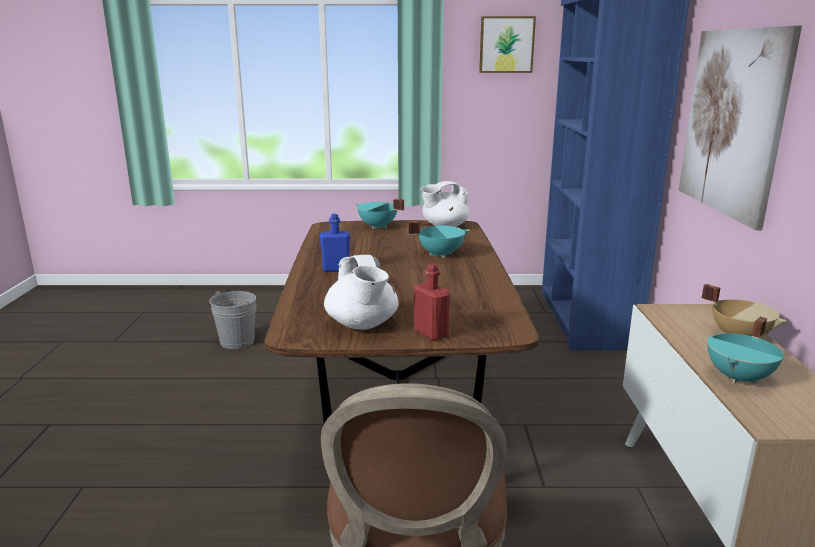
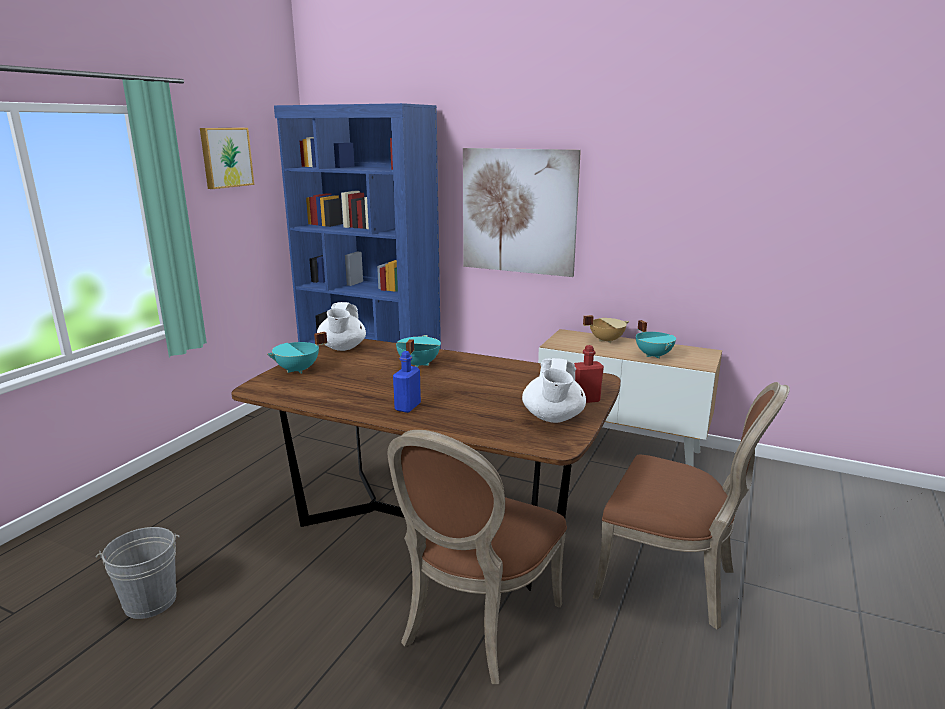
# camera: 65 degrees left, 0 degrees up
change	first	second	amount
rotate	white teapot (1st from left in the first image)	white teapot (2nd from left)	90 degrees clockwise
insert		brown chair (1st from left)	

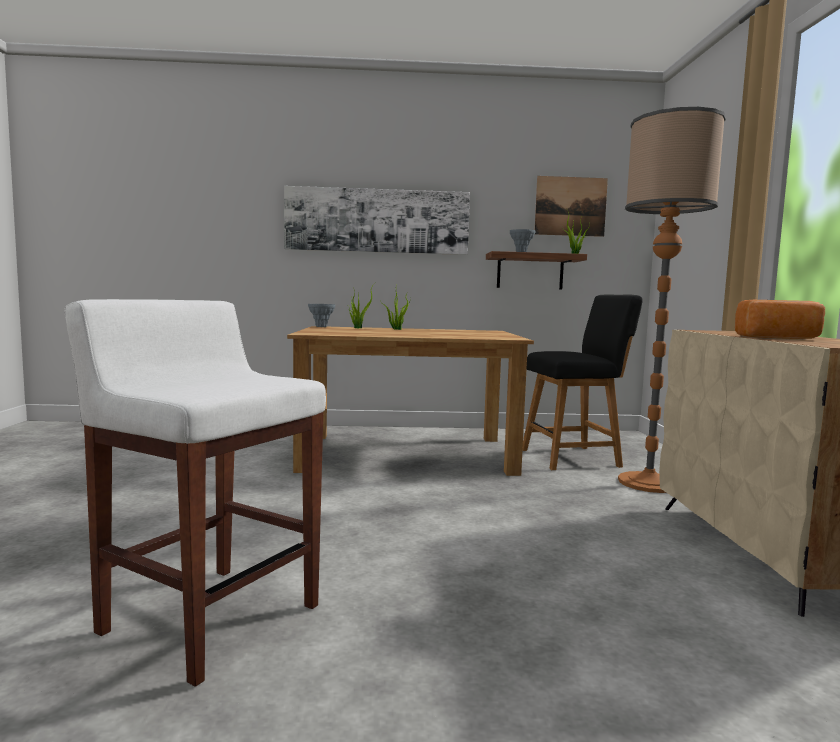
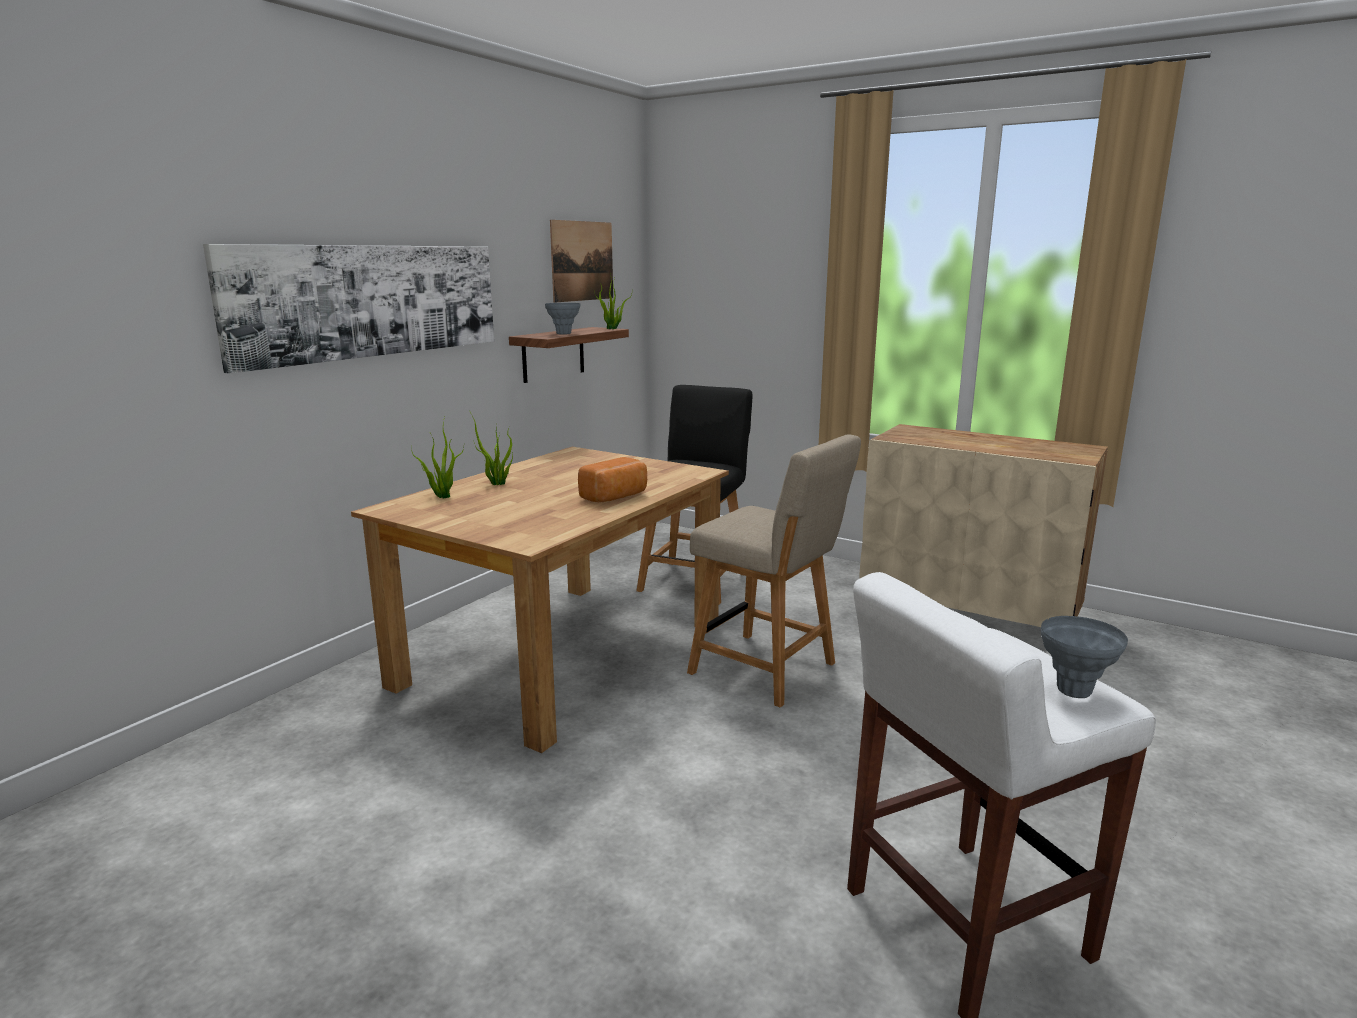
# camera: 55 degrees left, 10 degrees up
change	first	second	amount
move	grey vase (1st from left in the first image)	grey vase (2nd from left)	
delete	floor lamp		
move	bread		
insert		beige chair	

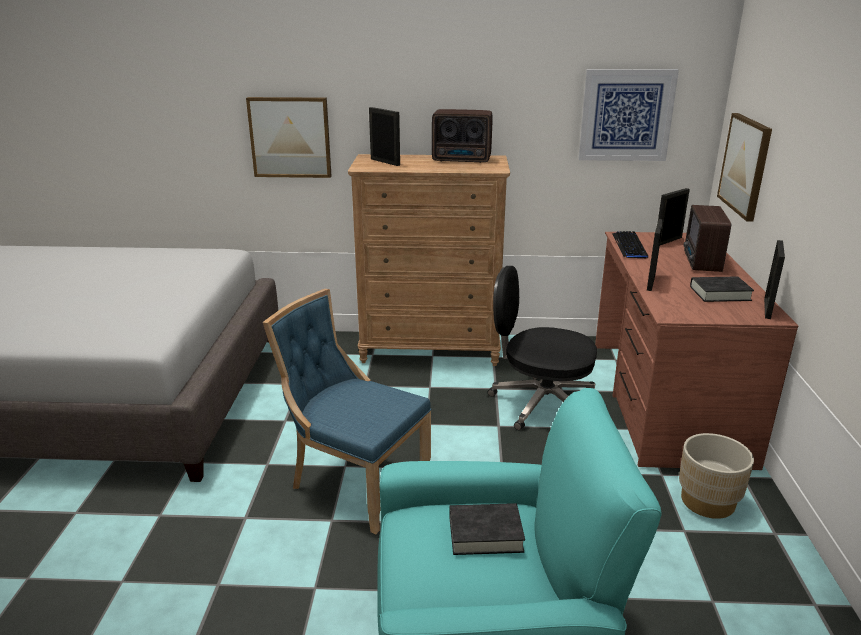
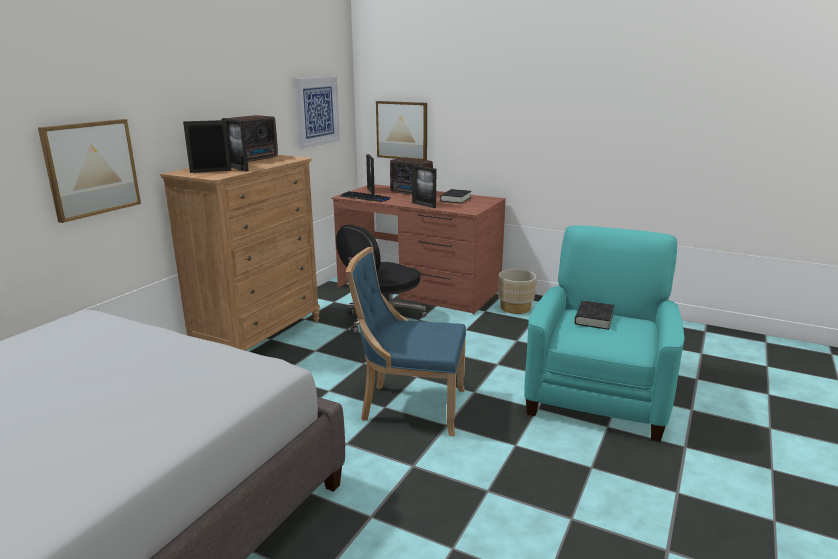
# camera: 65 degrees left, 5 degrees down
change	first	second	amount
rotate	blue chair		45 degrees clockwise
move	picture frame (4th from left in the first image)	picture frame (2nd from left)	

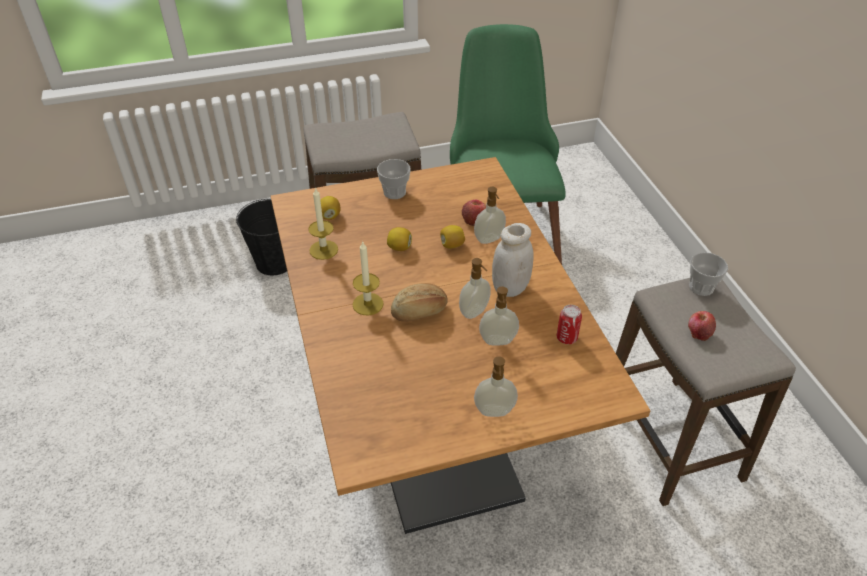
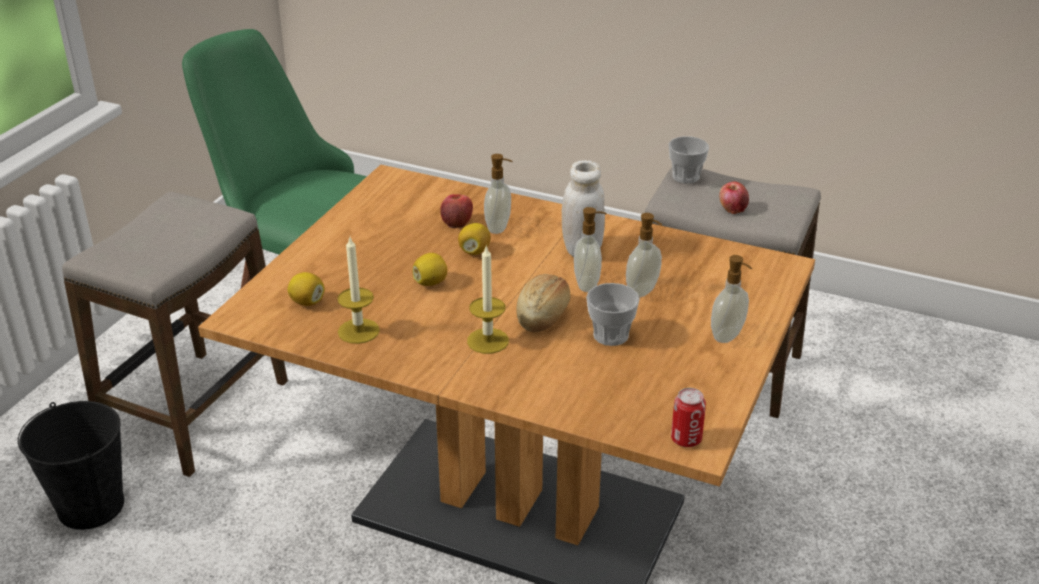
# camera: 50 degrees left, 10 degrees down
change	first	second	amount
move	cup (1st from left)		
move	can		

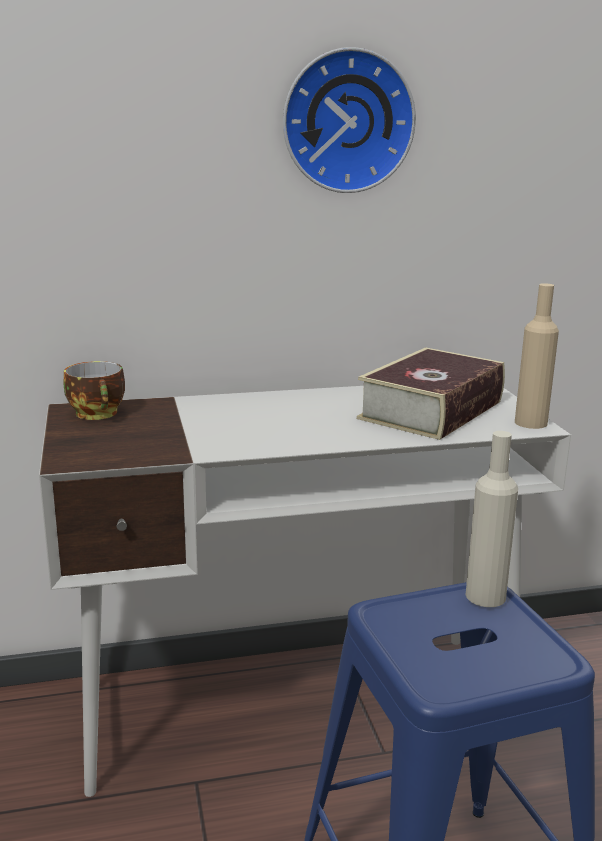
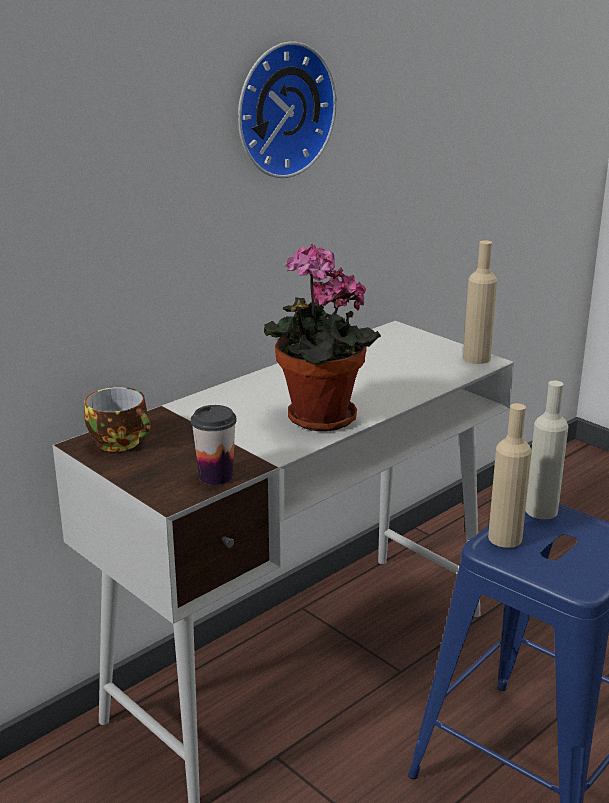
# camera: 30 degrees left, 5 degrees up
change	first	second	amount
delete	book		
insert		cup (2nd from left)	
insert		potted plant	
insert		beige bottle (2nd from left)	

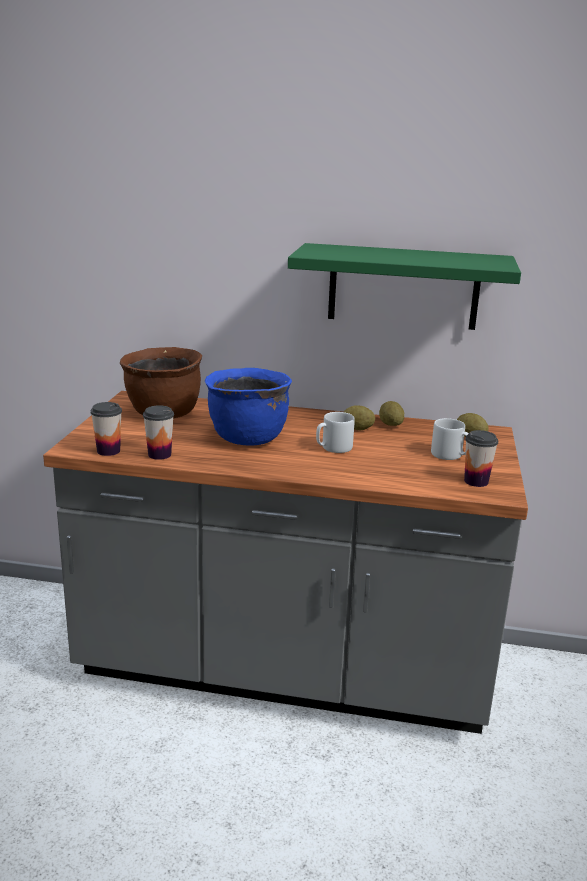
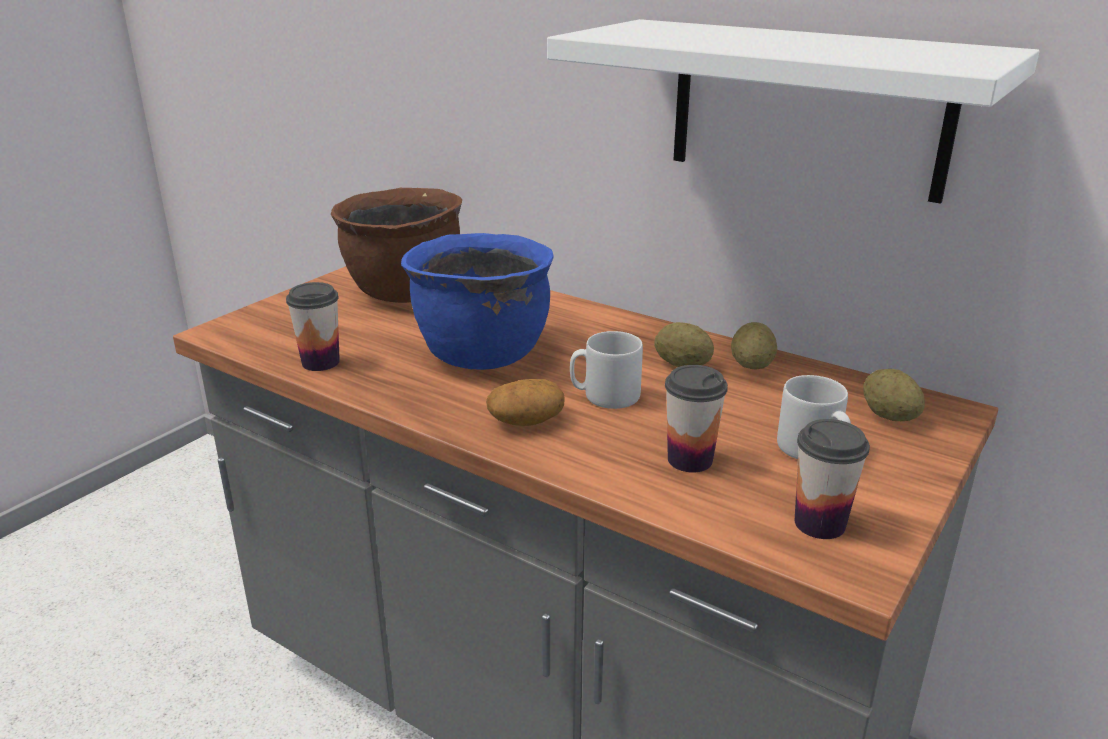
# camera: 25 degrees right, 5 degrees up
change	first	second	amount
move	cup (1st from left in the first image)	cup (2nd from left)	
recolor	green shelf	white shelf	
insert		potato (1st from left)	

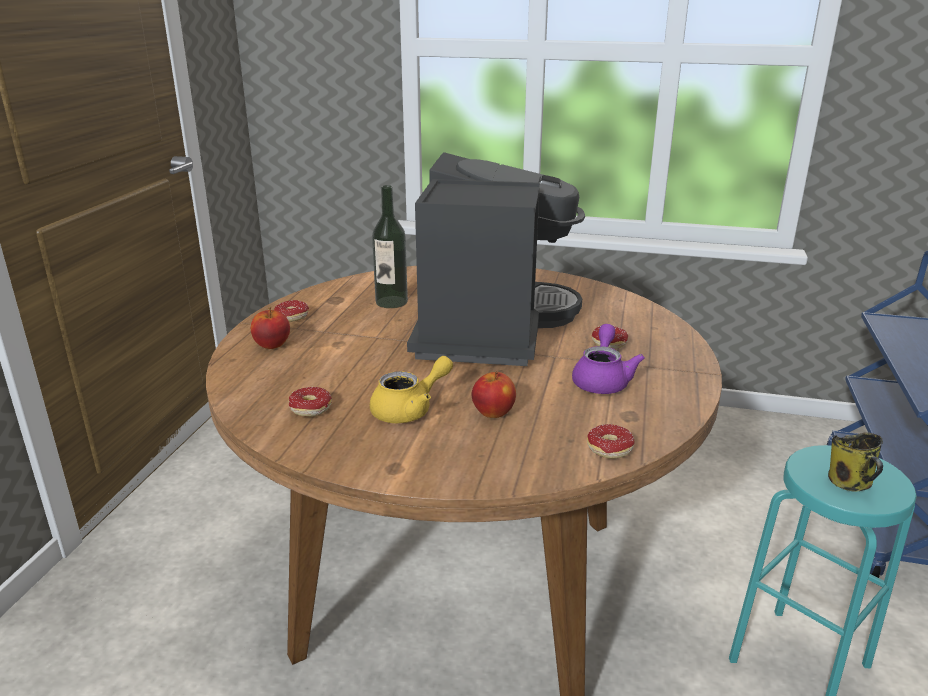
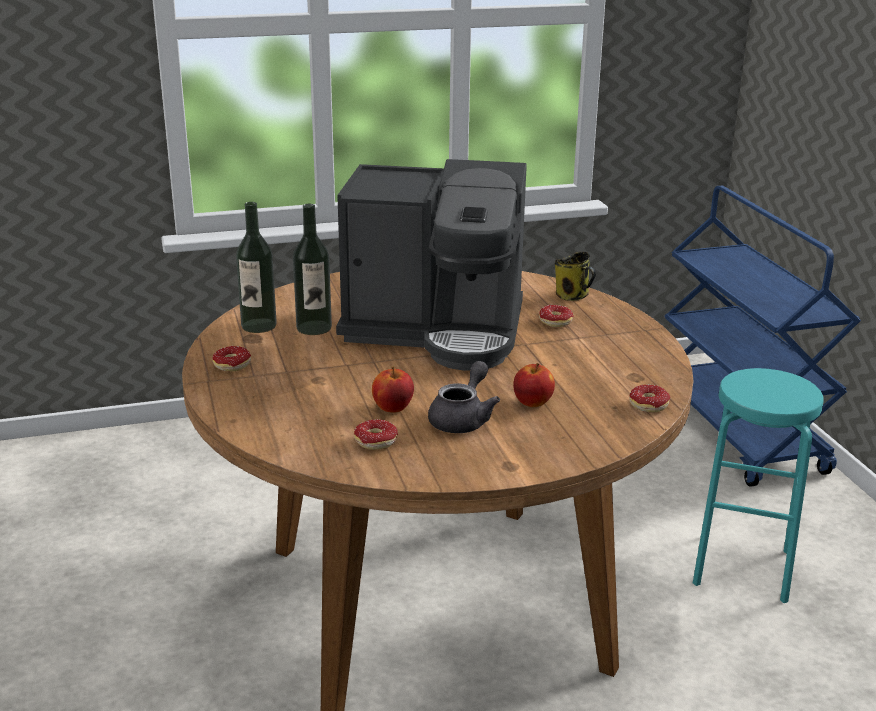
# camera: 30 degrees left, 0 degrees up
change	first	second	amount
move	apple (1st from left)		
recolor	yellow teapot	grey teapot	
rotate	coffee machine		120 degrees clockwise
delete	purple teapot		
move	mug		
insert		bottle (1st from left)	

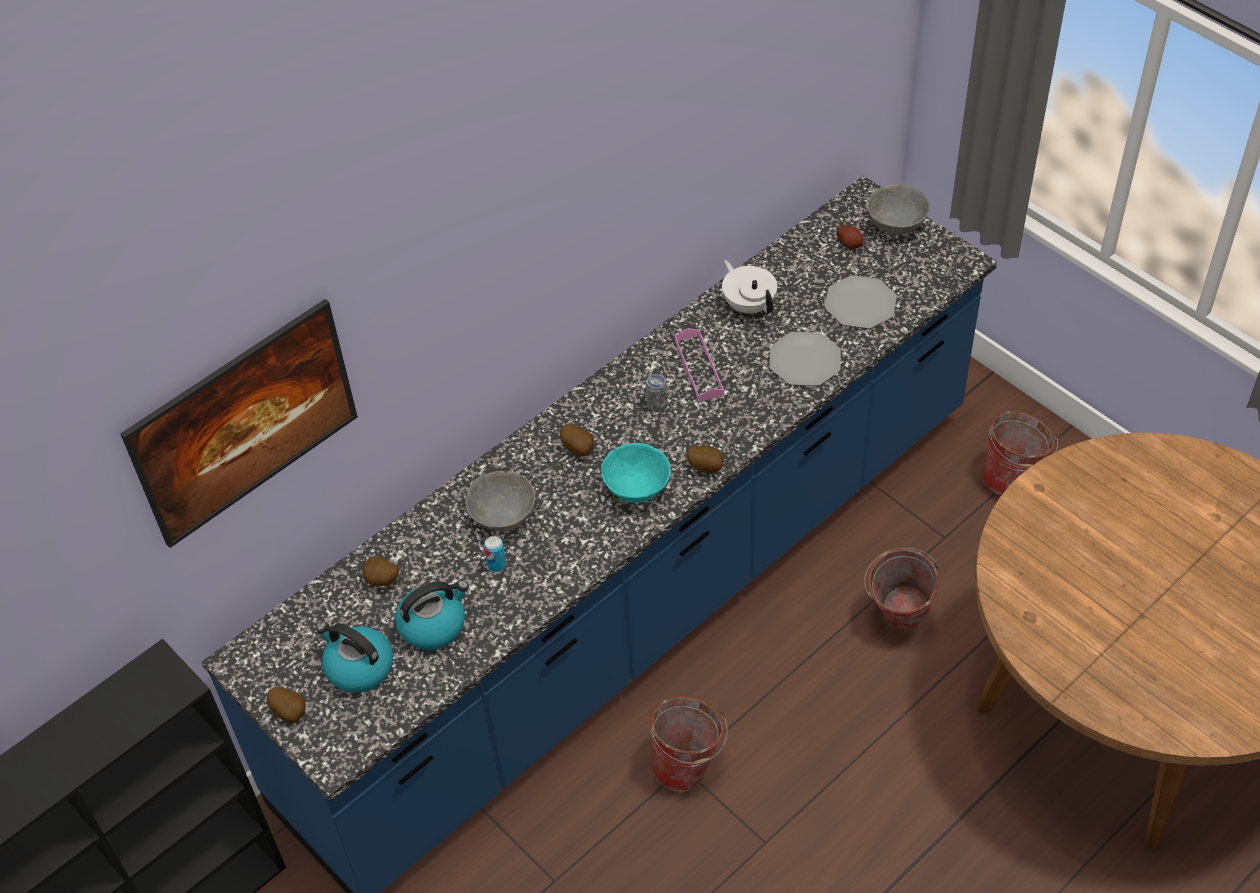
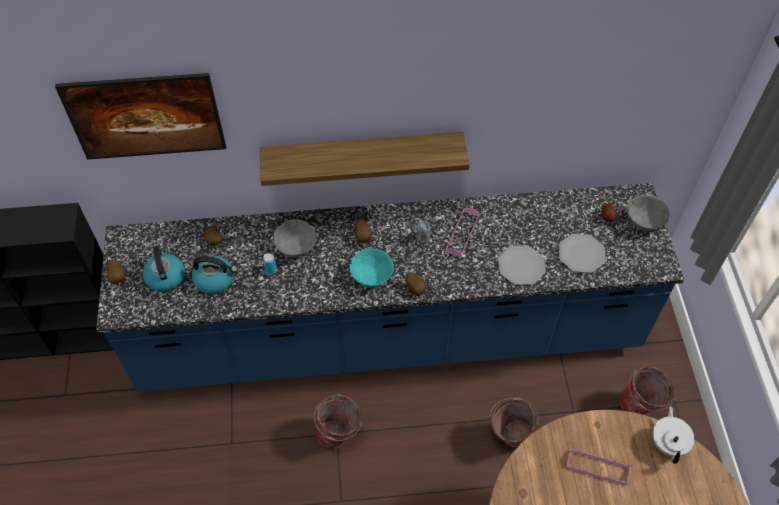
# camera: 35 degrees right, 5 degrees up
change	first	second	amount
move	white teapot		
insert		shelf	
insert		pink tray (2nd from left)	

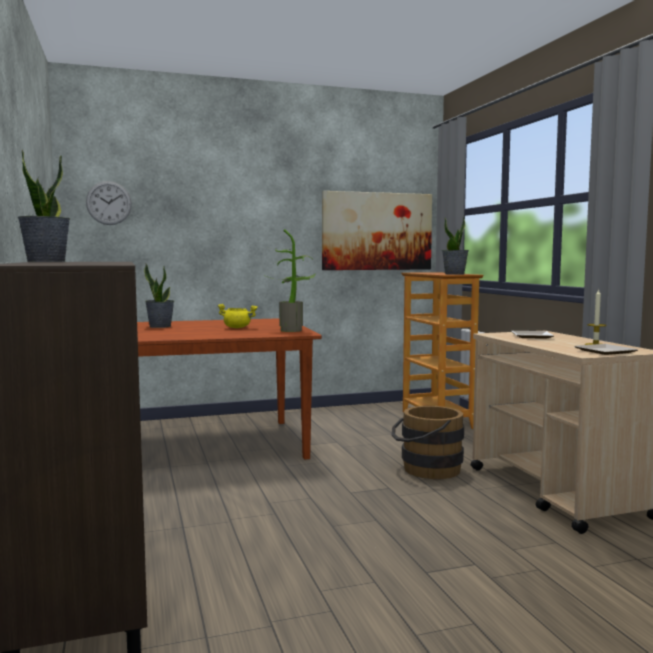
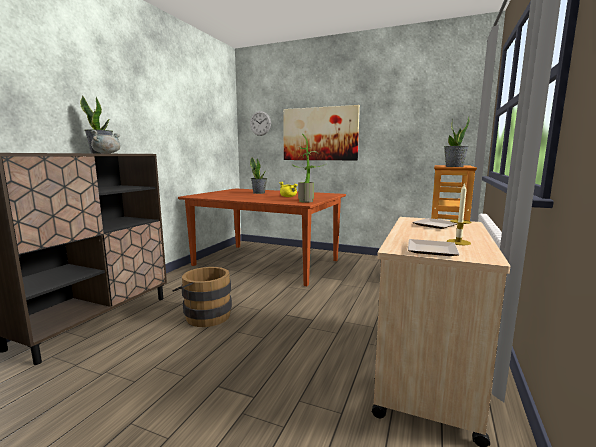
# camera: 40 degrees right, 5 degrees up
change	first	second	amount
move	picture		
move	brown bucket		
insert		grey cooking pot	

